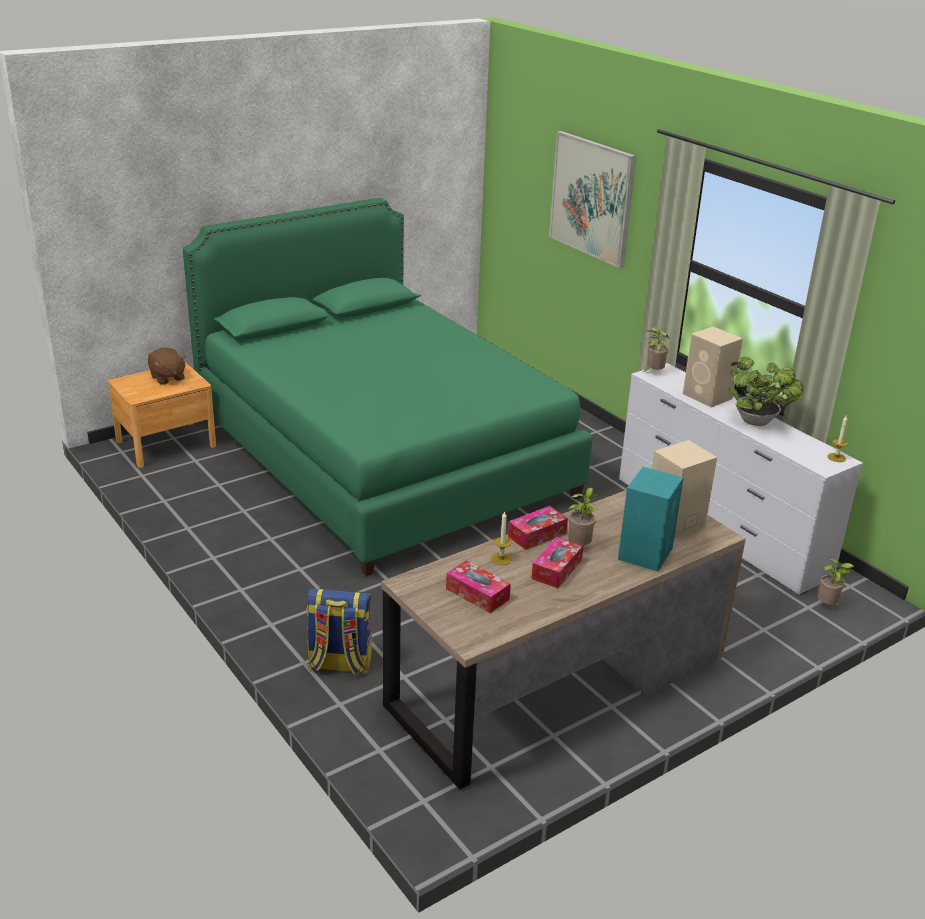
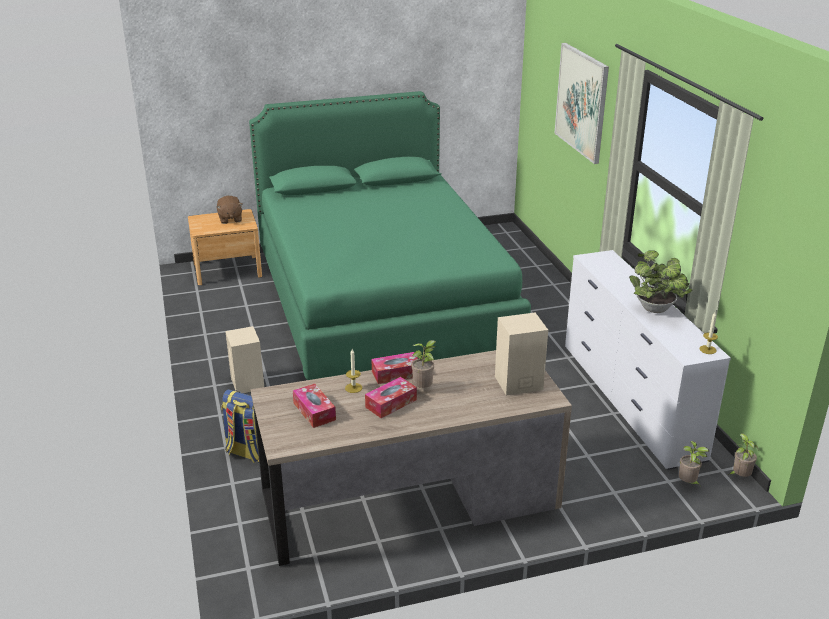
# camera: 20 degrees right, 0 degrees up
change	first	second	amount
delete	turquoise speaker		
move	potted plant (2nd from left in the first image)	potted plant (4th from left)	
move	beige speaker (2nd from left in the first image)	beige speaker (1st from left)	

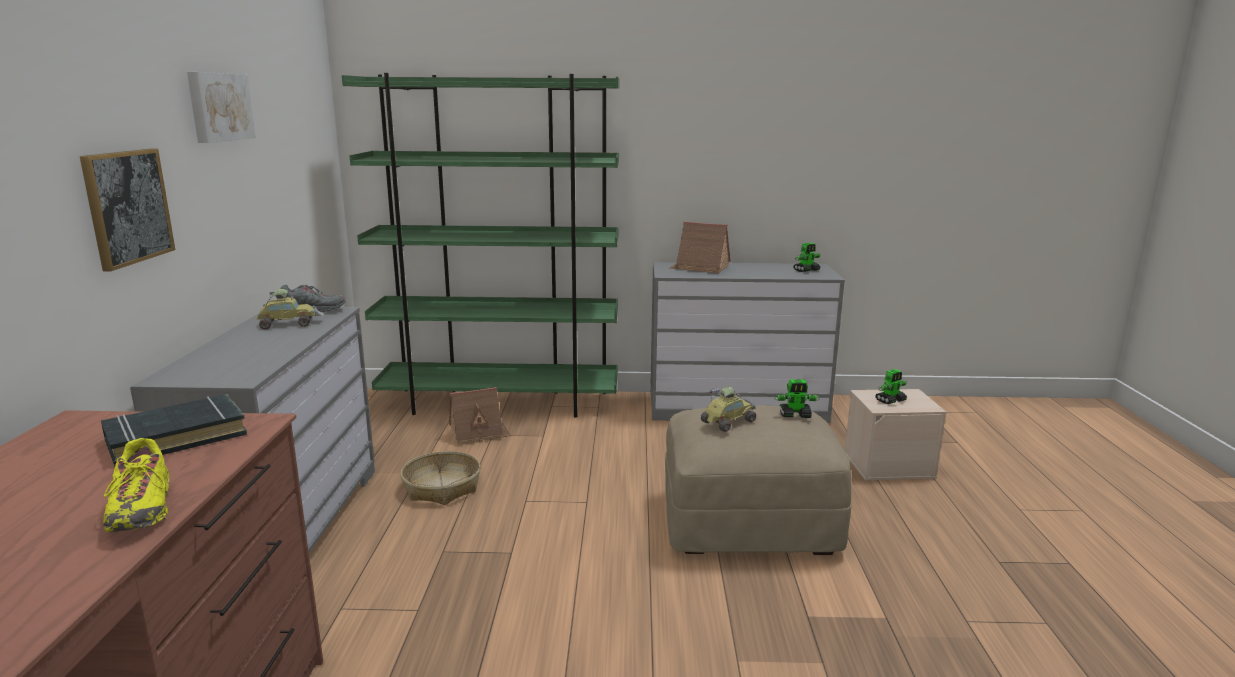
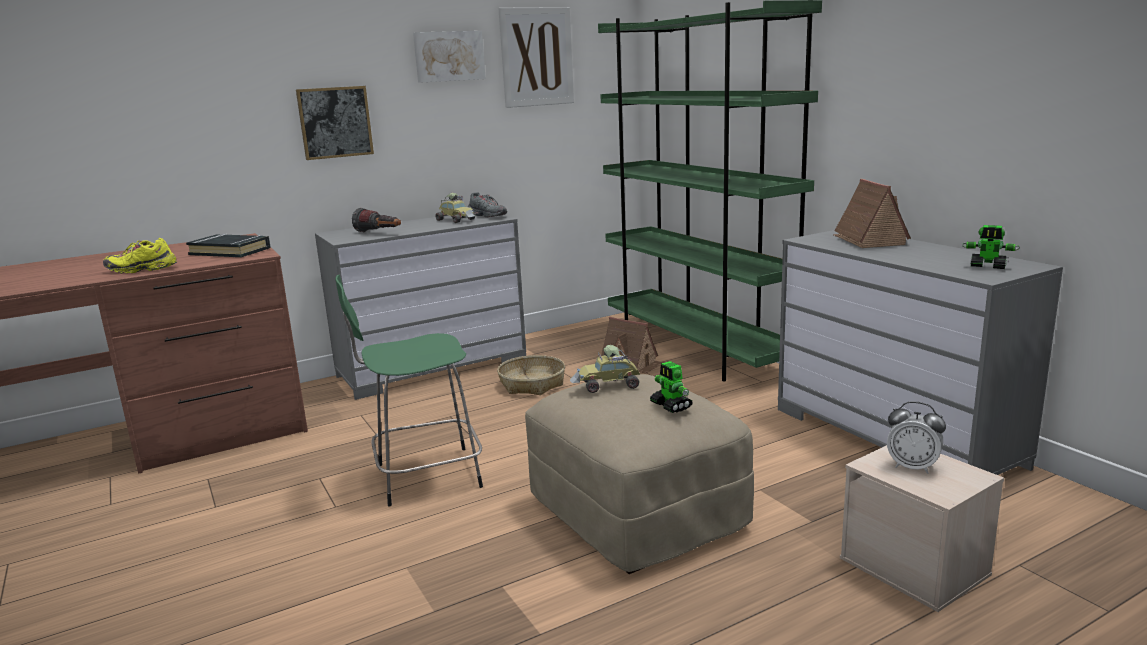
# camera: 60 degrees right, 0 degrees up
change	first	second	amount
rotate	yellow shoe		45 degrees clockwise
rotate	toy car (2nd from left)		150 degrees clockwise
replace	toy robot (3rd from left)	alarm clock	
insert		green stool	
insert		flashlight	
insert		picture (3rd from left)	

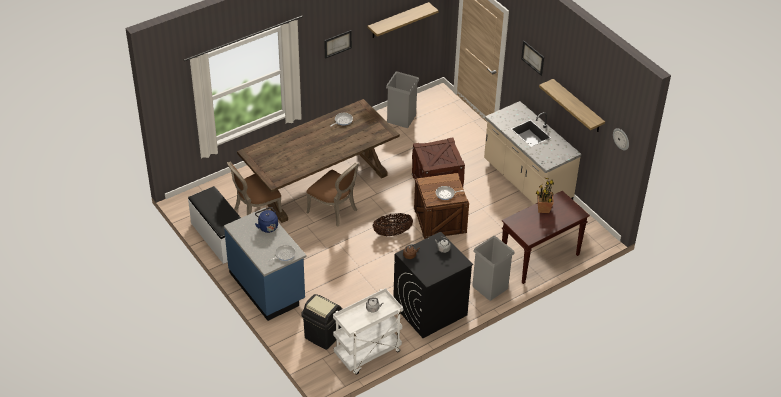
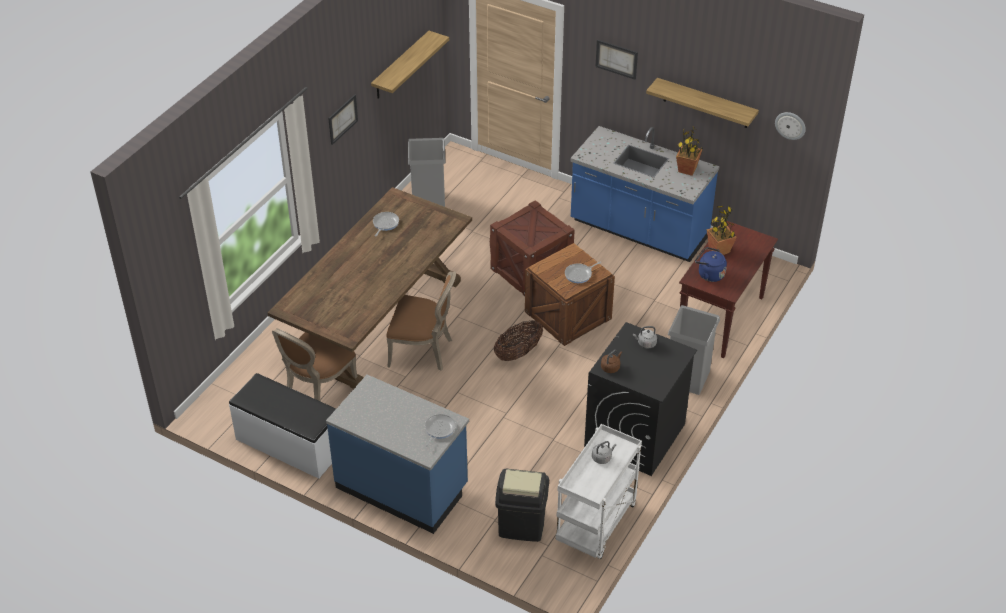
# camera: 25 degrees left, 0 degrees up
change	first	second	amount
move	blue kettle		
recolor	beige counter	blue counter (2nd from left)	
insert		potted plant (1st from left)	

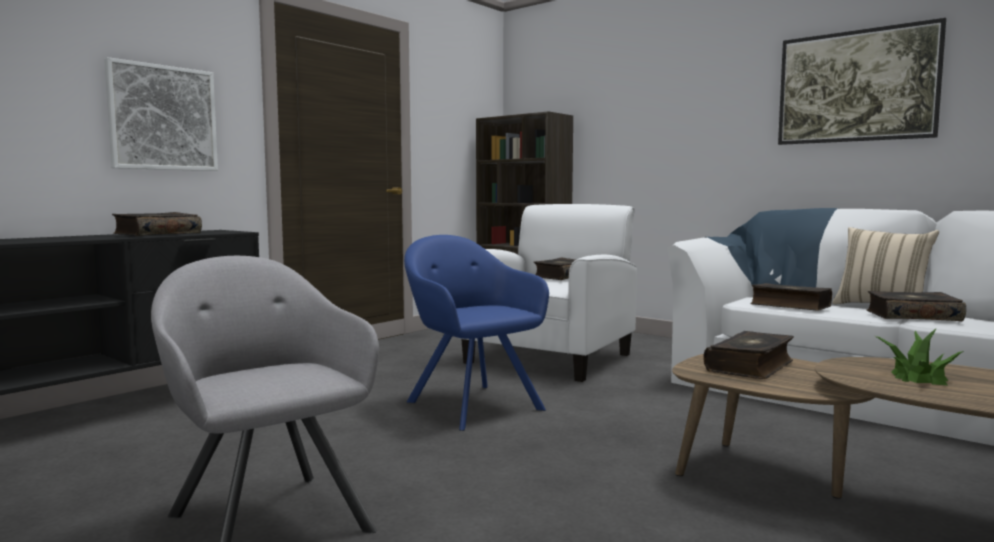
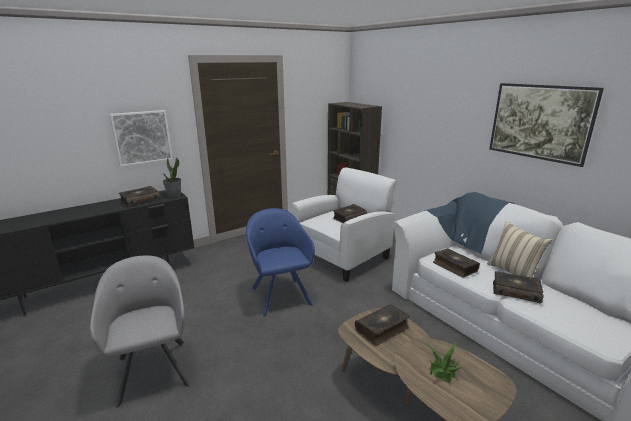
# camera: 15 degrees right, 15 degrees up
change	first	second	amount
insert		potted plant (1st from left)	

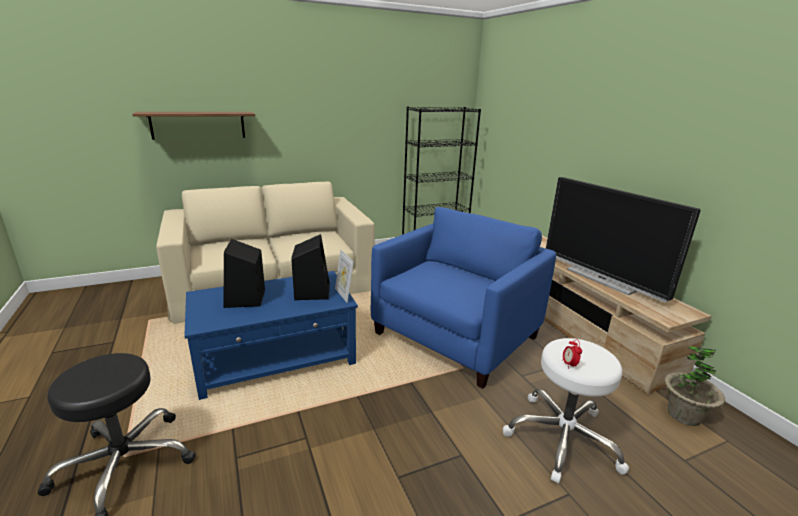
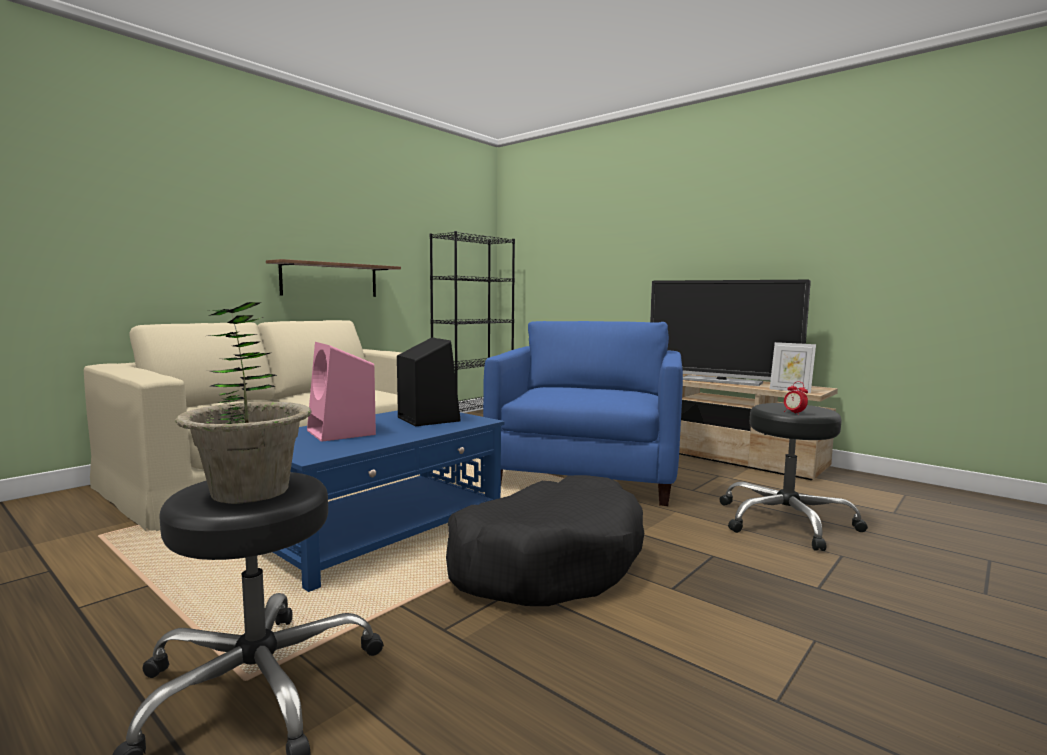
# camera: 25 degrees left, 15 degrees down
change	first	second	amount
move	shelf		
recolor	black speaker (1st from left)	pink speaker	
move	picture frame		
recolor	white stool	black stool (2nd from left)	
move	potted plant		
insert		black dog bed	

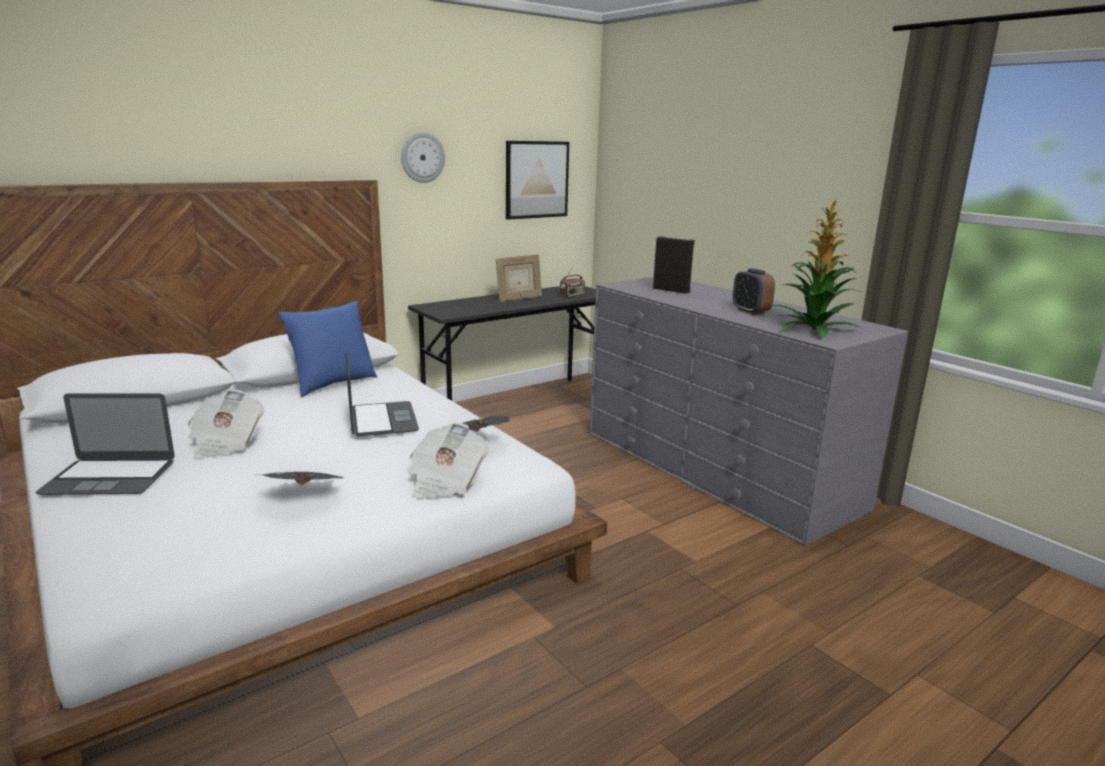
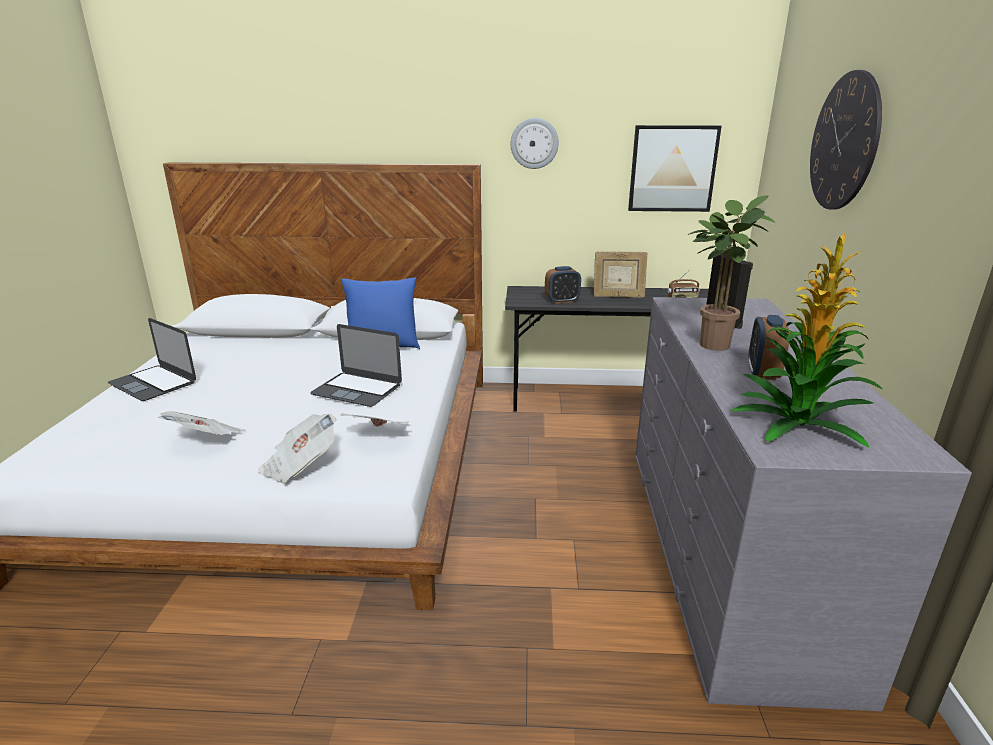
# camera: 40 degrees right, 5 degrees up
change	first	second	amount
delete	newspaper (1st from left)		
rotate	laptop (2nd from left)		90 degrees clockwise
insert		alarm clock (1st from left)	
insert		potted plant (1st from left)	
insert		wall clock (2nd from left)	

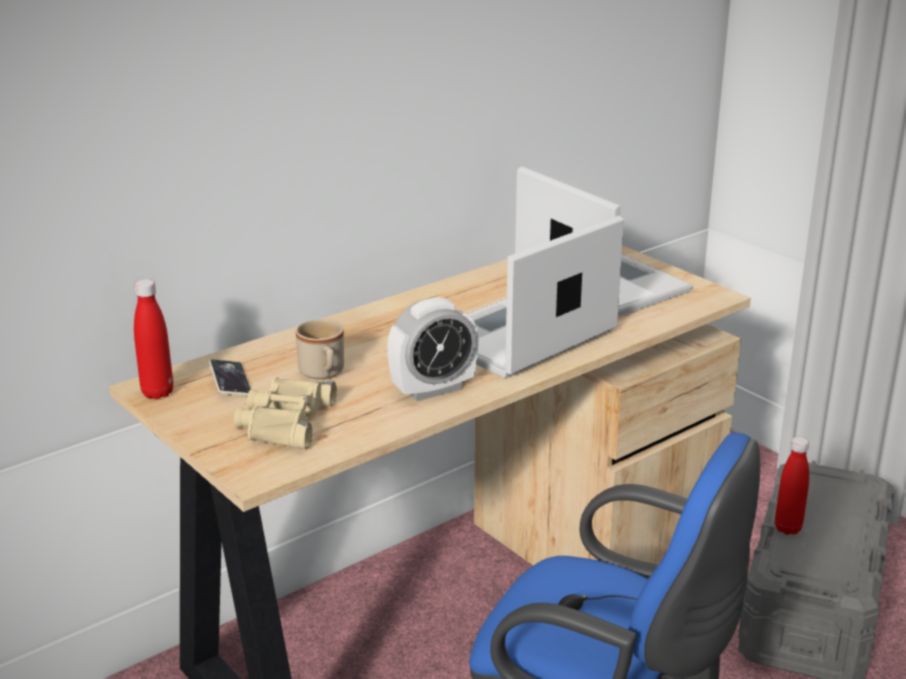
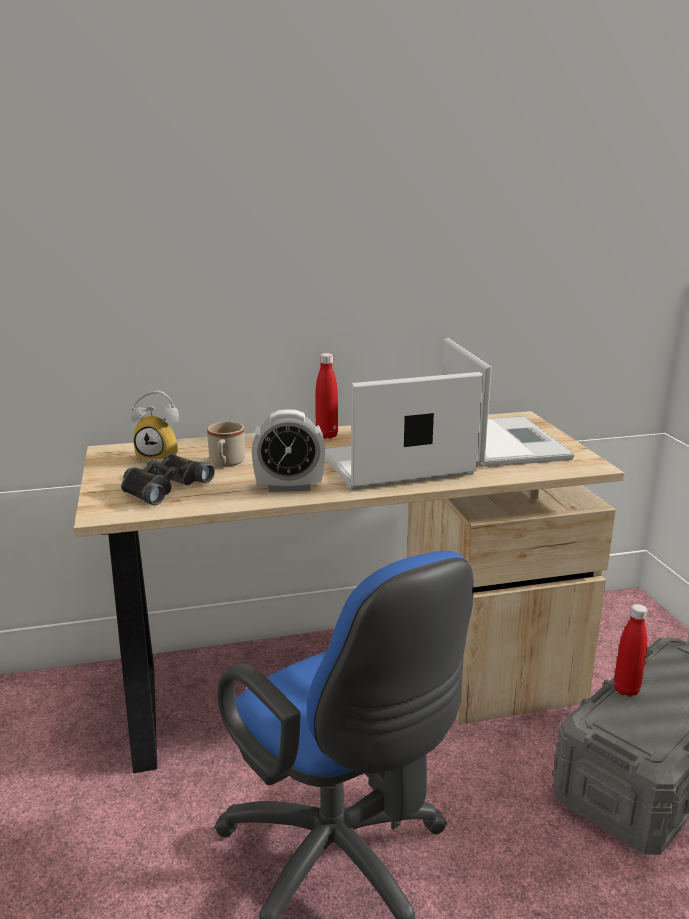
# camera: 25 degrees right, 5 degrees down
change	first	second	amount
move	red bottle (1st from left)		
replace	phone	alarm clock (1st from left)	
recolor	beige binoculars	black binoculars	

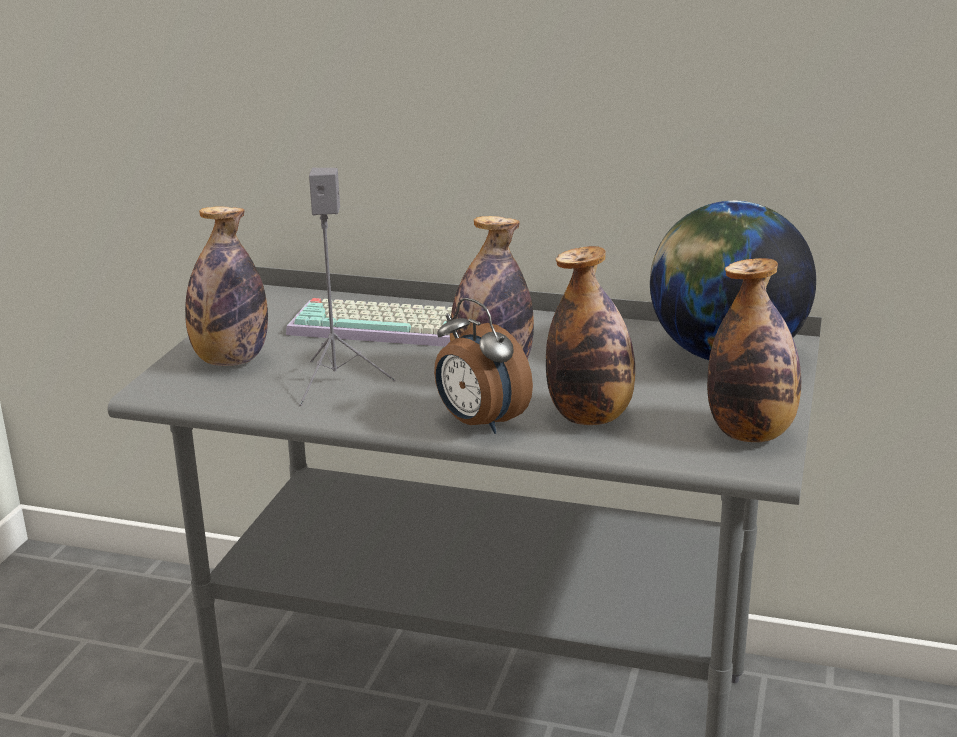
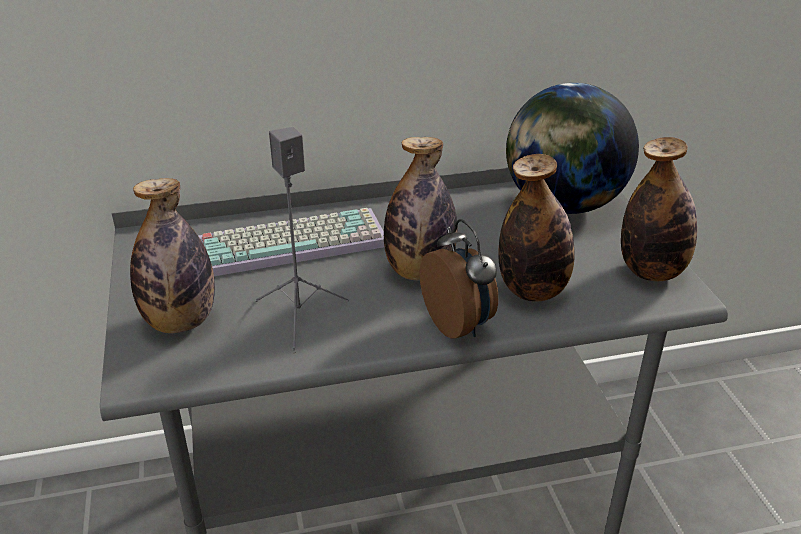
# camera: 30 degrees left, 10 degrees up
change	first	second	amount
rotate	alarm clock		135 degrees counterclockwise

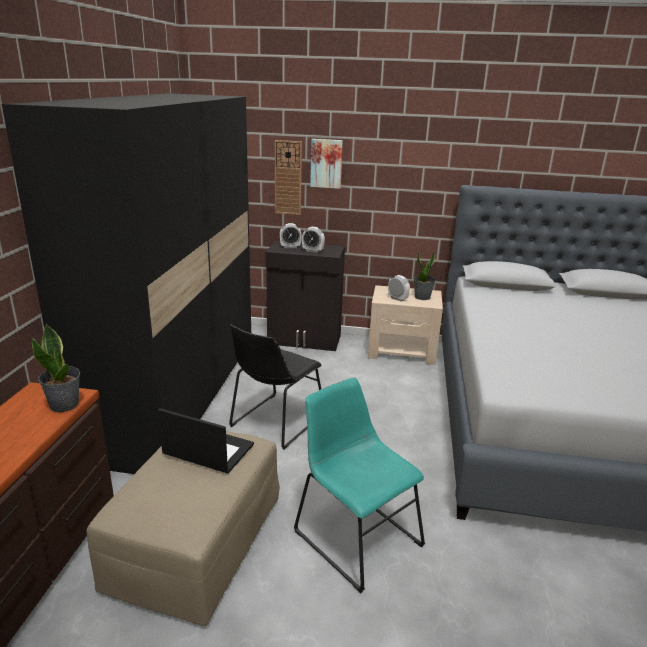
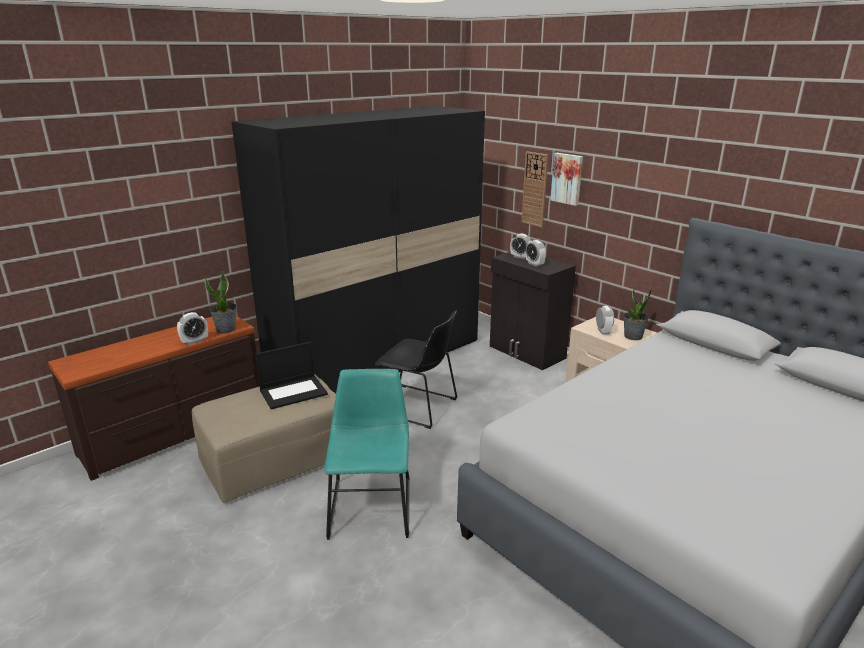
# camera: 40 degrees right, 0 degrees up
change	first	second	amount
rotate	laptop		90 degrees clockwise
rotate	black chair		135 degrees counterclockwise
insert		alarm clock (1st from left)	

